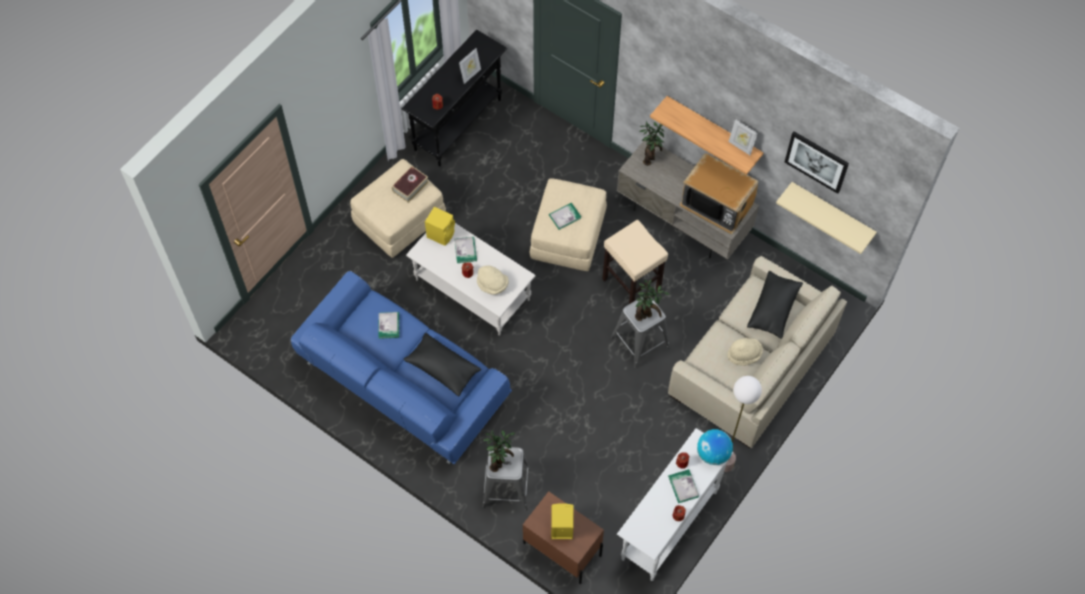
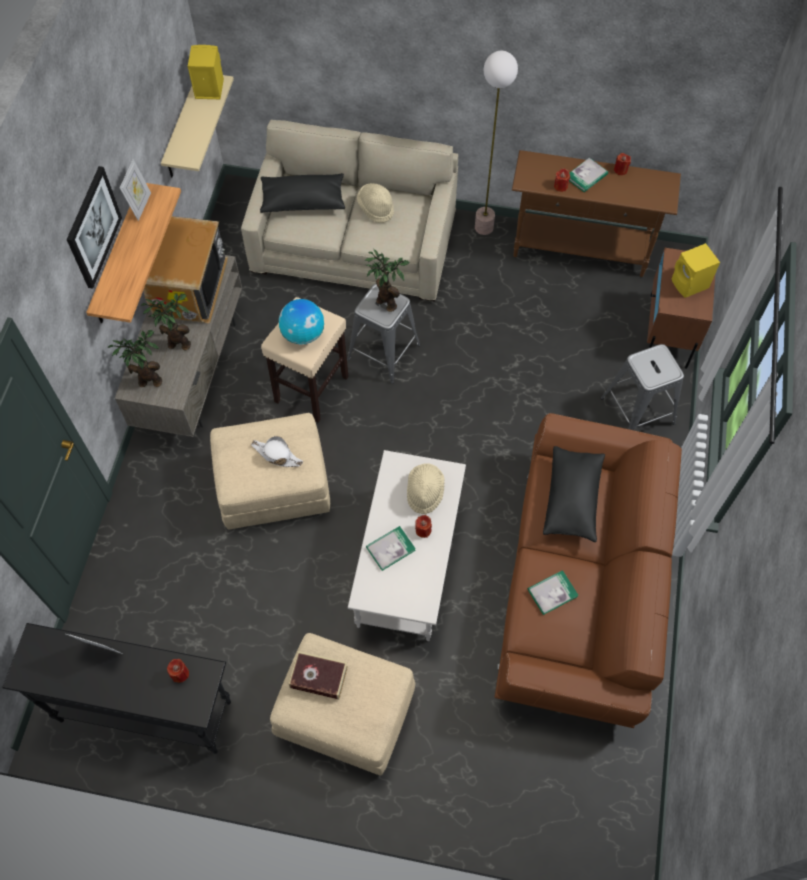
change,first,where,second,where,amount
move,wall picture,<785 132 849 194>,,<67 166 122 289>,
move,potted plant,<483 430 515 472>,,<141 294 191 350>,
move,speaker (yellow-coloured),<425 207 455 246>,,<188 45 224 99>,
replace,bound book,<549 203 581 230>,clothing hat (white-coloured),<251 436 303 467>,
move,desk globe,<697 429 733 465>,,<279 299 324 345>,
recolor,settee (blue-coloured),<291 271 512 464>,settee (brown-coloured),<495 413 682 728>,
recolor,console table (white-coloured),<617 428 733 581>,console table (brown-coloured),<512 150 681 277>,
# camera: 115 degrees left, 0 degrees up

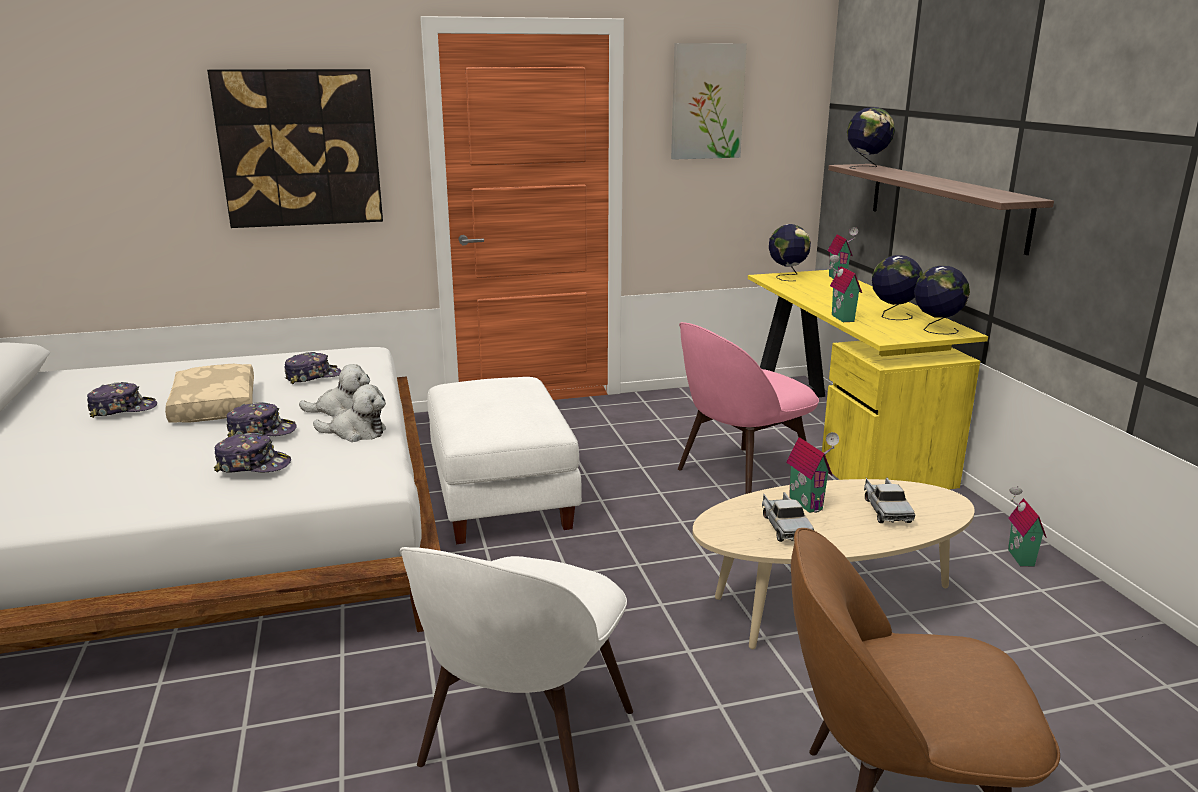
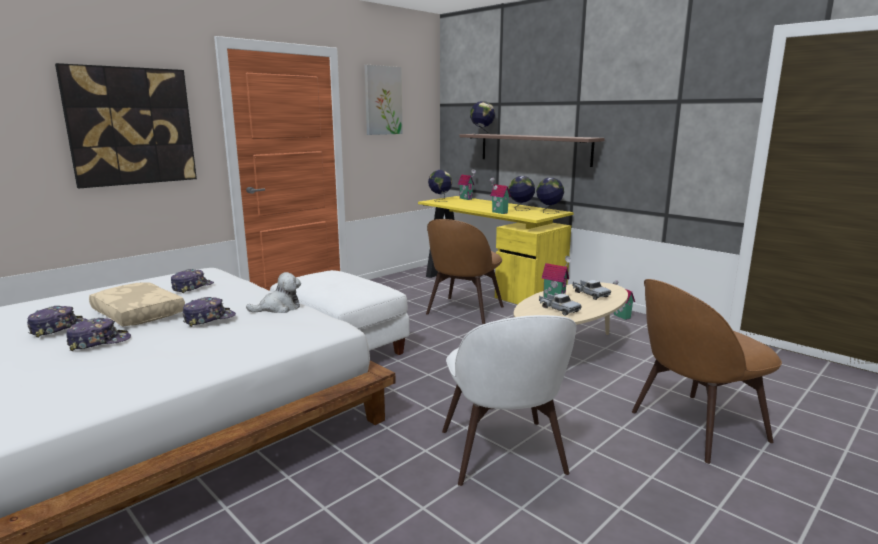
change,first,where,second,where,amount
move,cap,<214 433 291 473>,,<66 318 131 351>,
recolor,plain chair (pinkish),<678 322 819 494>,plain chair (brown-coloured),<426 219 504 324>,
delete,soft toy,<299 364 370 417>,,,
# camera: 30 degrees left, 5 degrees down

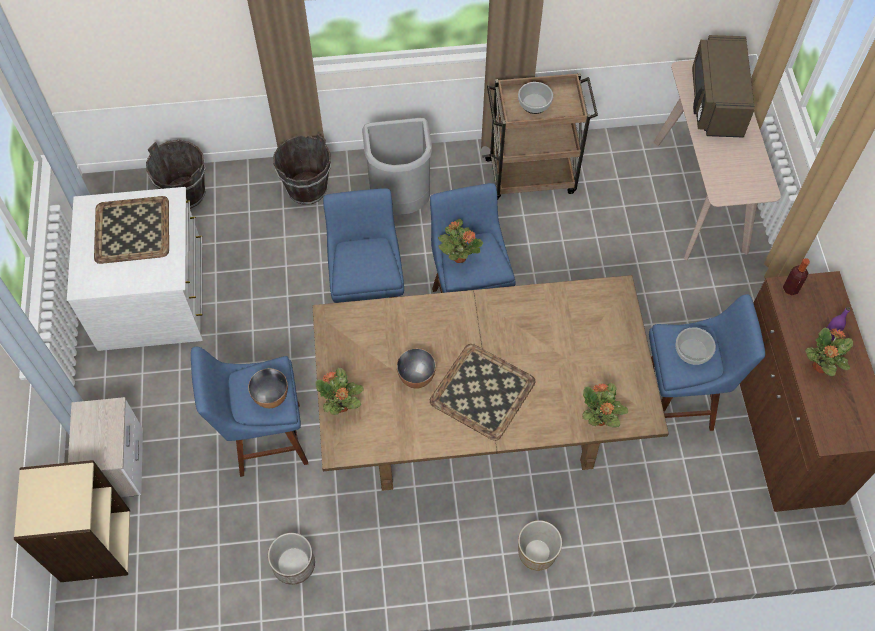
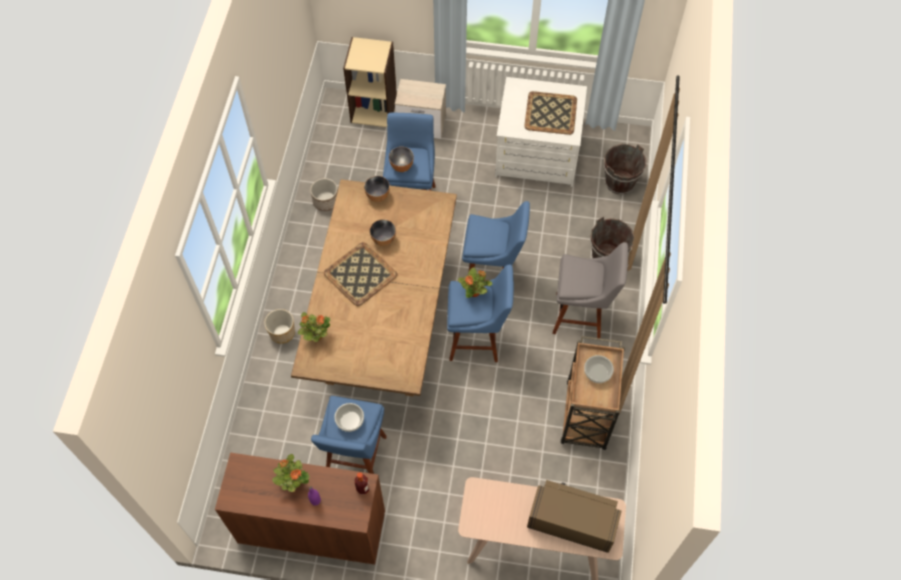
change,first,where,second,where,amount
replace,potted plant,<315 368 364 415>,deep dish,<364 176 390 202>,
replace,trash can (gray),<362 118 432 215>,stool seat (gray),<553 242 628 338>,
# camera: 105 degrees right, 0 degrees up

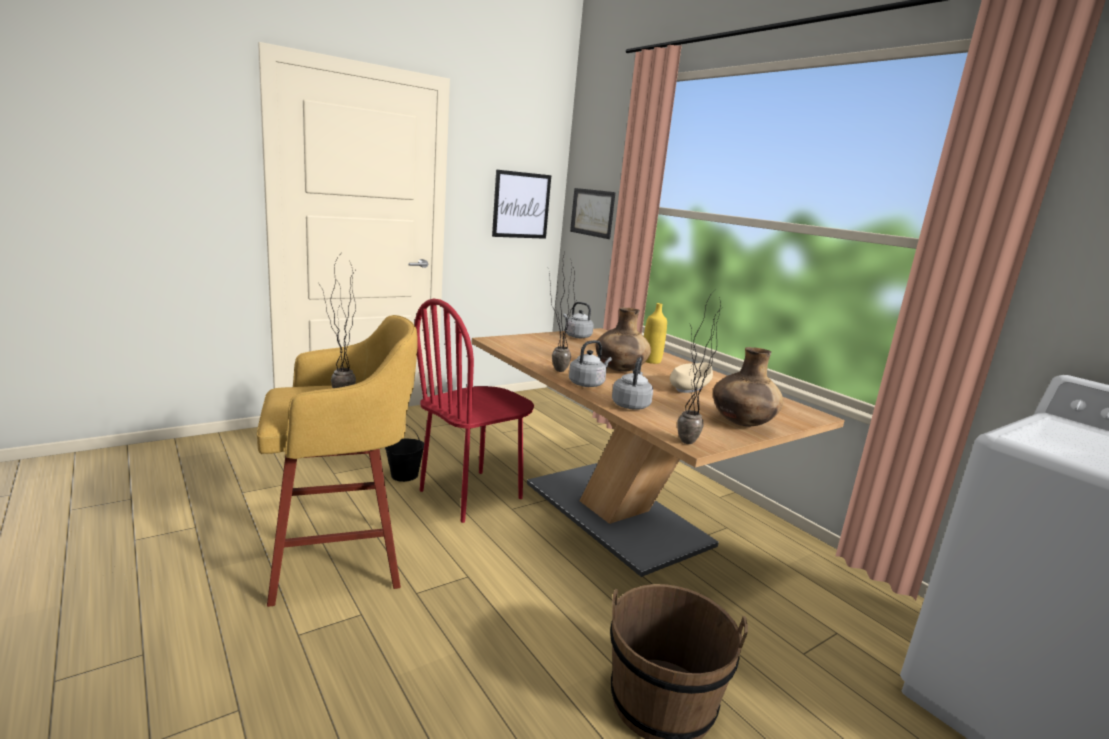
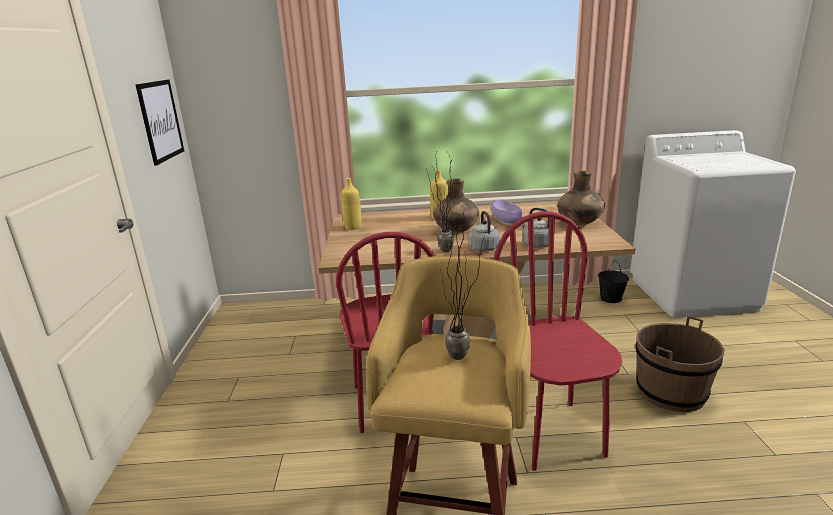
change,first,where,second,where,amount
replace,tea kettle (gray),<563 302 594 338>,beverage bottle (yellow-coloured),<341 178 362 230>,
recolor,deep dish (beige),<670 362 713 393>,deep dish (purple),<491 199 523 225>,
insert,,,plain chair (reddish),<494 211 622 471>,
move,water bucket (black-coloured),<385 424 424 482>,,<598 260 629 303>,
delete,wall picture,<570 188 615 239>,,,
delete,potted plant,<678 290 720 444>,,,
# camera: 55 degrees left, 5 degrees up

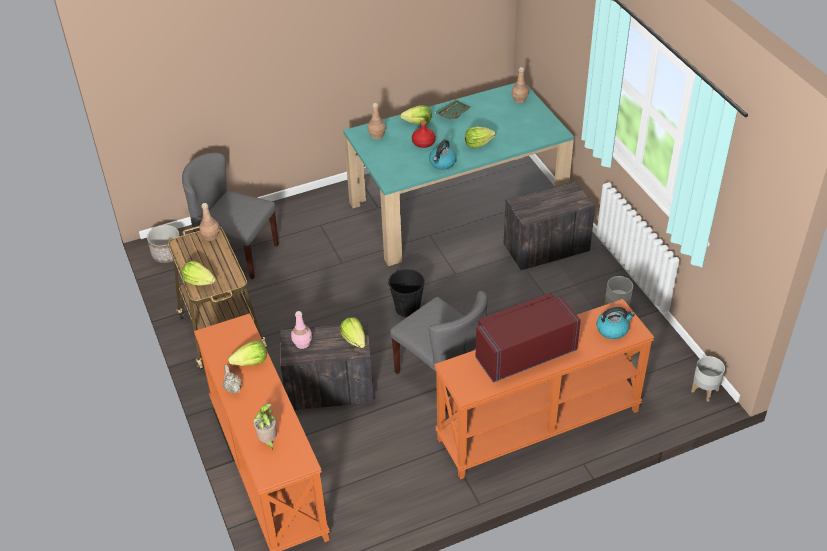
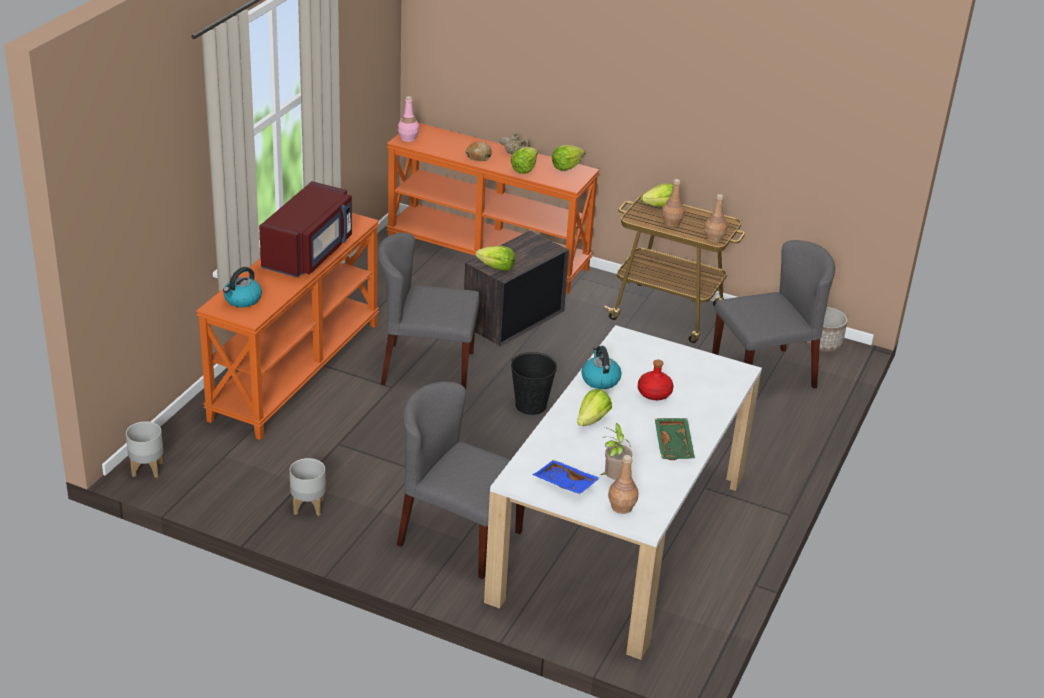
change,first,where,second,where,amount
replace,shipping crate,<504 181 595 270>,plain chair (gray),<397 381 525 579>,
move,beverage bottle (pinkish),<291 311 312 349>,,<398 96 419 142>,
insert,,,baked bread,<466 142 492 161>,
recolor,kitchen table (blue-green),<343 83 574 266>,kitchen table (white-coloured),<484 325 762 660>,
insert,,,tray (blue-coloured),<533 460 600 494>,
move,head of lettuce,<400 106 432 124>,,<552 145 585 171>,
move,potted plant,<253 404 277 451>,,<601 423 632 480>,
move,beverage bottle (brown-coloured),<368 103 386 139>,,<662 179 685 227>,
# camera: 135 degrees right, 10 degrees down

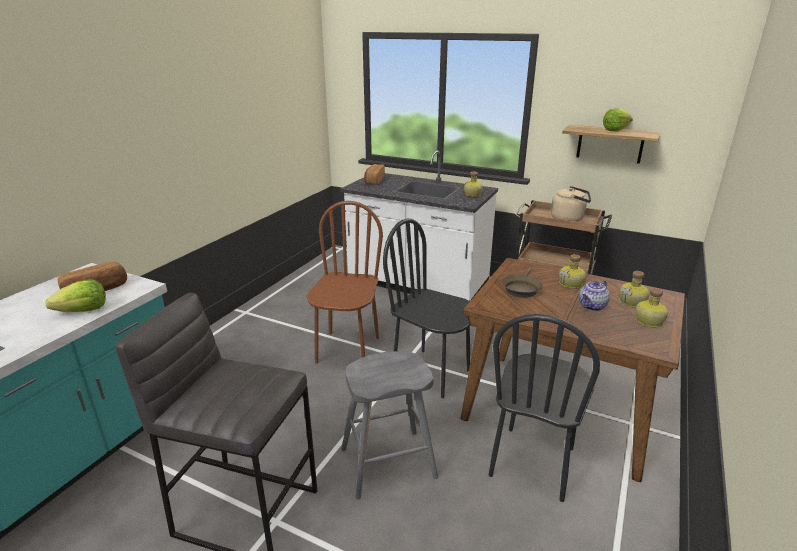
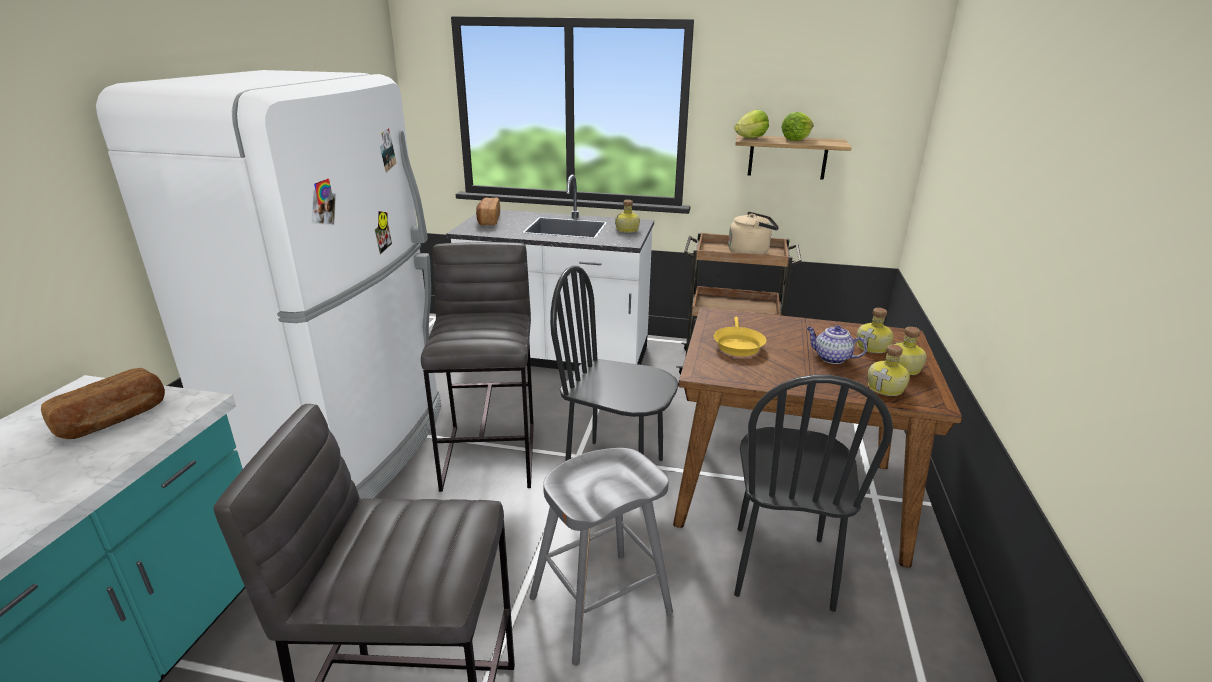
change,first,where,second,where,amount
insert,,,kitchen fridge (white-coloured),<96 70 441 499>,
replace,plain chair (brown-coloured),<307 201 383 364>,stool seat (gray),<421 242 534 492>,
recolor,skillet (brown-coloured),<502 267 543 298>,skillet (yellow-coloured),<714 317 766 356>,
move,head of lettuce,<45 280 106 312>,,<734 110 769 138>,
rotate,pot for tea,<579 280 610 311>,,<807 325 867 364>,90 degrees clockwise
move,beverage bottle,<559 254 586 289>,,<868 344 910 396>,
# camera: 15 degrees left, 0 degrees up

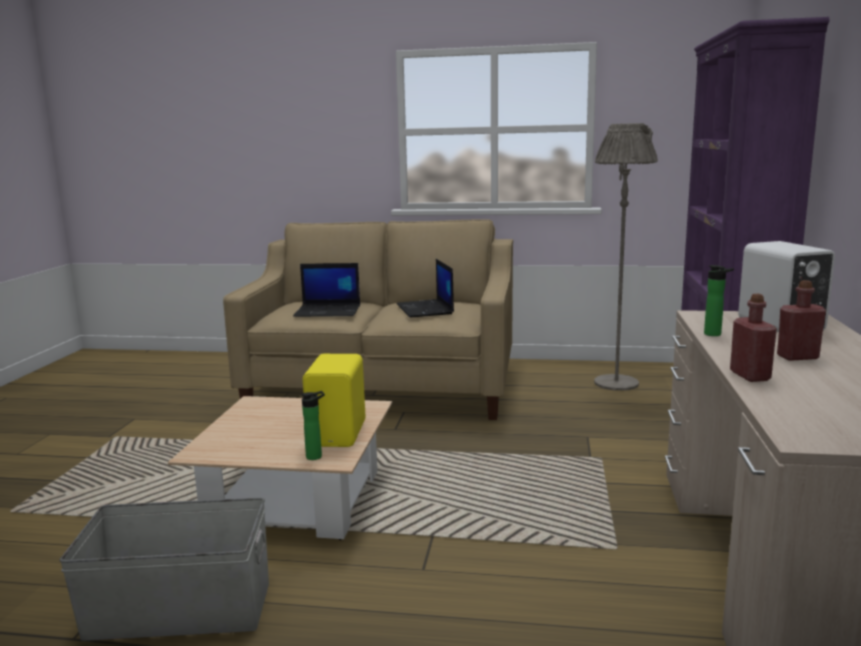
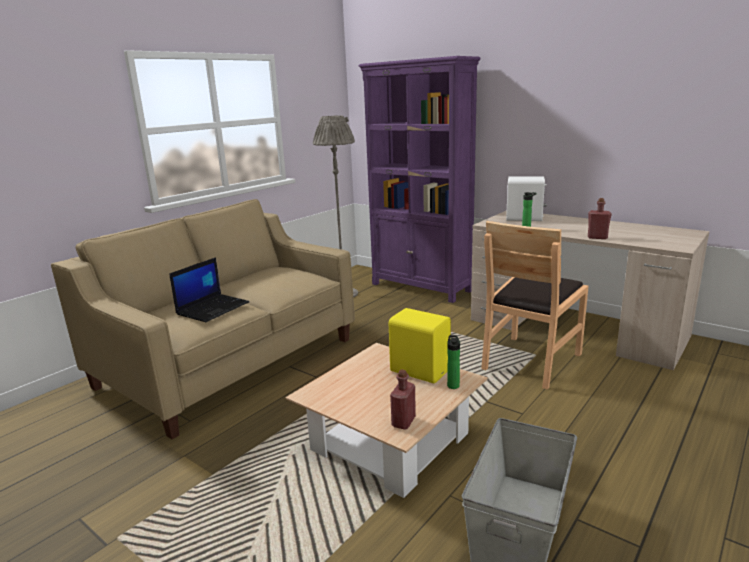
change,first,where,second,where,amount
move,beverage bottle (reddish),<777 280 826 361>,,<390 369 416 430>,
insert,,,plain chair (brown-coloured),<481 221 589 390>,
delete,portable computer,<397 259 454 317>,,,
# camera: 60 degrees left, 5 degrees up

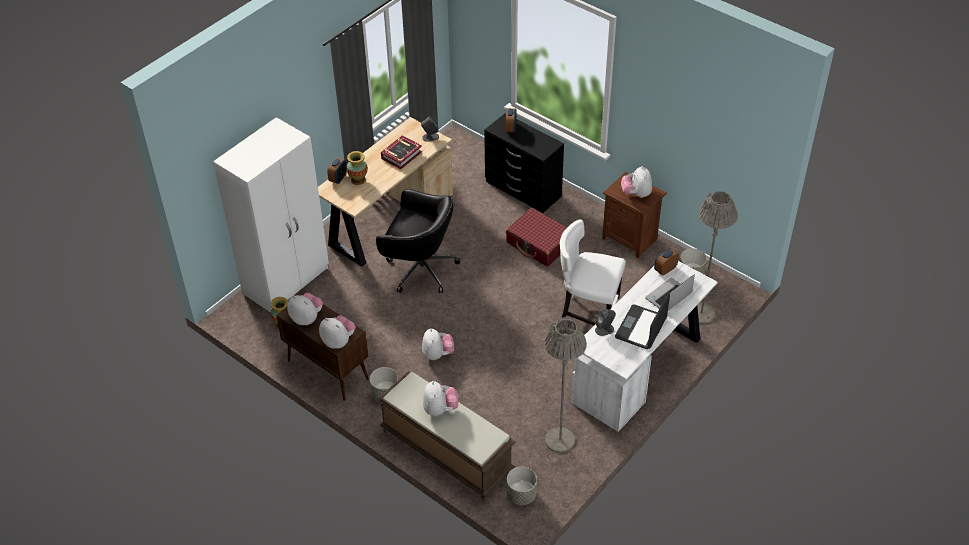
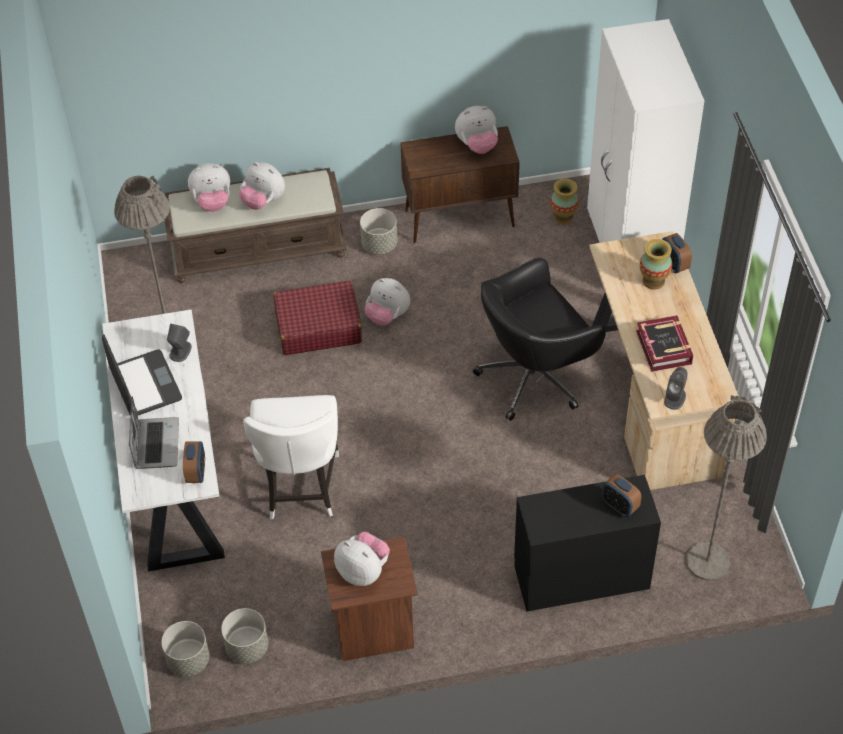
change,first,where,second,where,amount
move,flower pot (gray),<507 466 537 505>,,<161 621 210 677>,
move,soft toy,<319 315 356 349>,,<188 163 230 212>,
rotate,plain chair (white-coloured),<560 220 626 325>,,<243 395 339 520>,120 degrees clockwise
move,suitcase (reddish),<506 208 567 266>,,<273 280 362 355>,
move,standing lamp (gray),<697 191 738 324>,,<686 395 767 581>,
# camera: 130 degrees right, 5 degrees up

